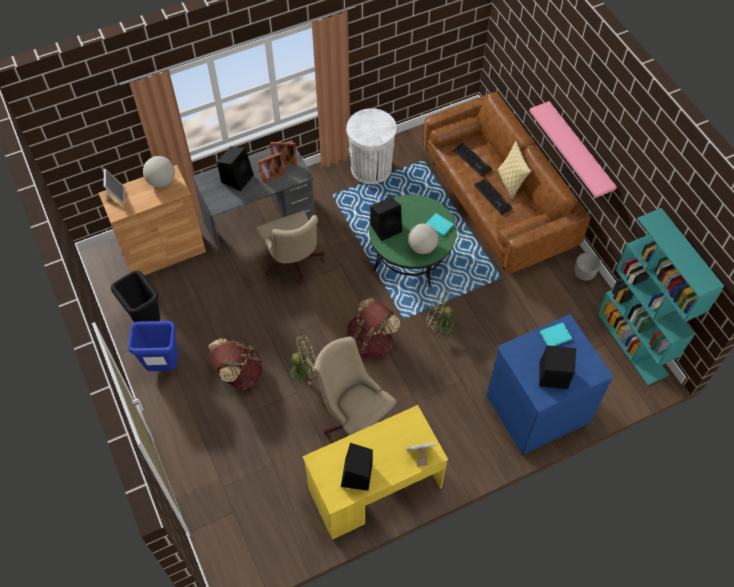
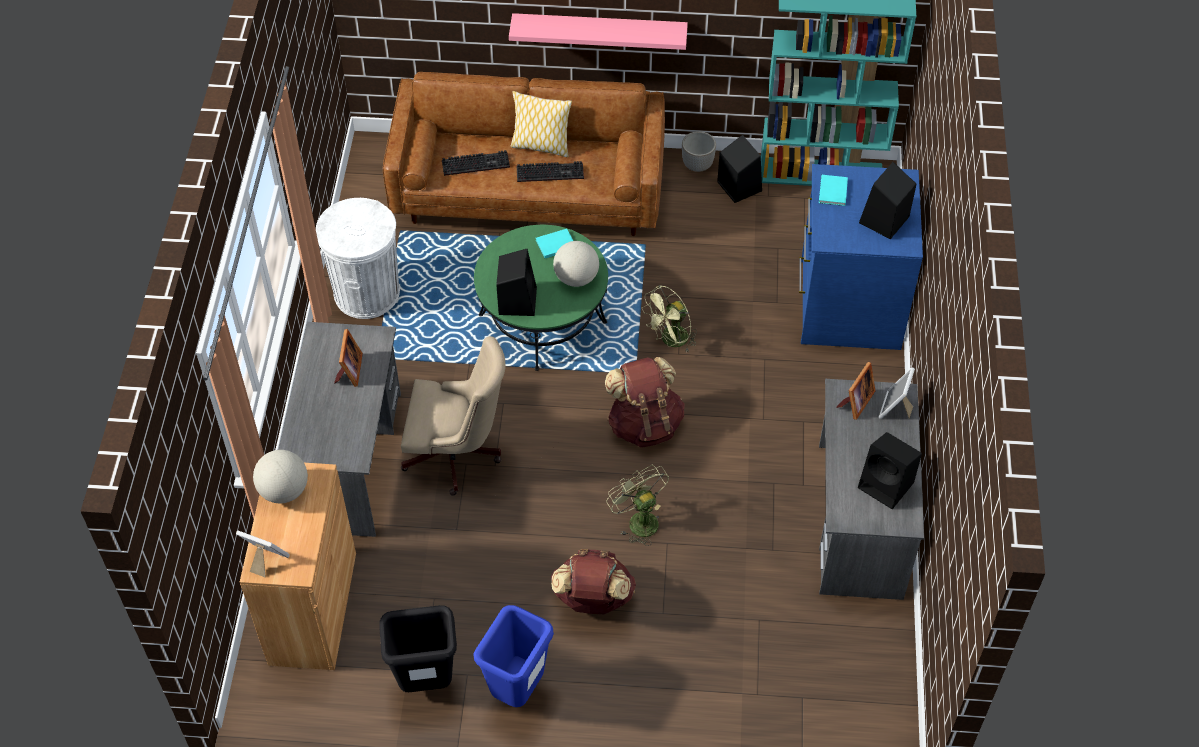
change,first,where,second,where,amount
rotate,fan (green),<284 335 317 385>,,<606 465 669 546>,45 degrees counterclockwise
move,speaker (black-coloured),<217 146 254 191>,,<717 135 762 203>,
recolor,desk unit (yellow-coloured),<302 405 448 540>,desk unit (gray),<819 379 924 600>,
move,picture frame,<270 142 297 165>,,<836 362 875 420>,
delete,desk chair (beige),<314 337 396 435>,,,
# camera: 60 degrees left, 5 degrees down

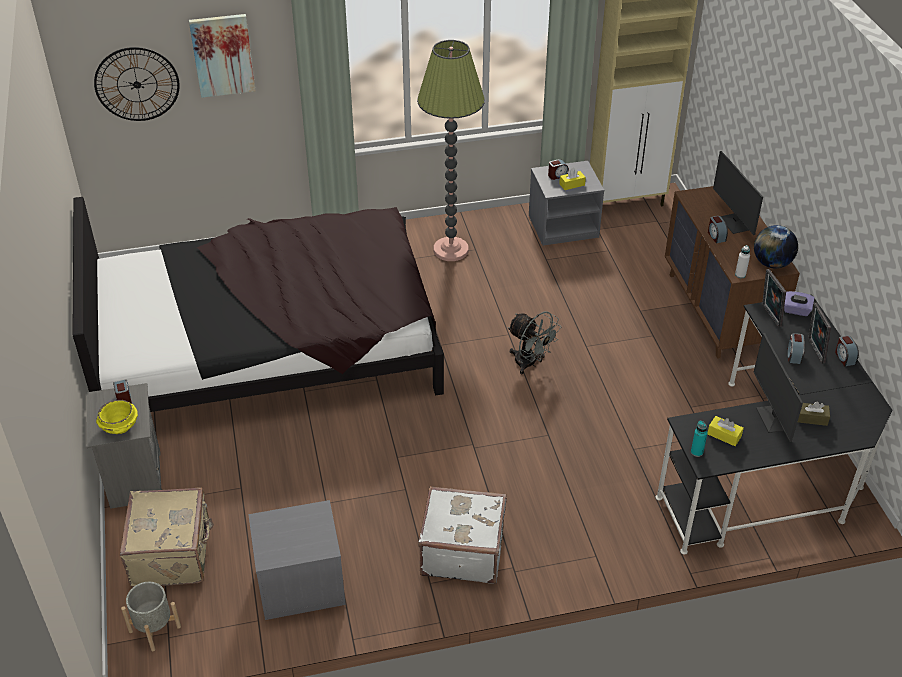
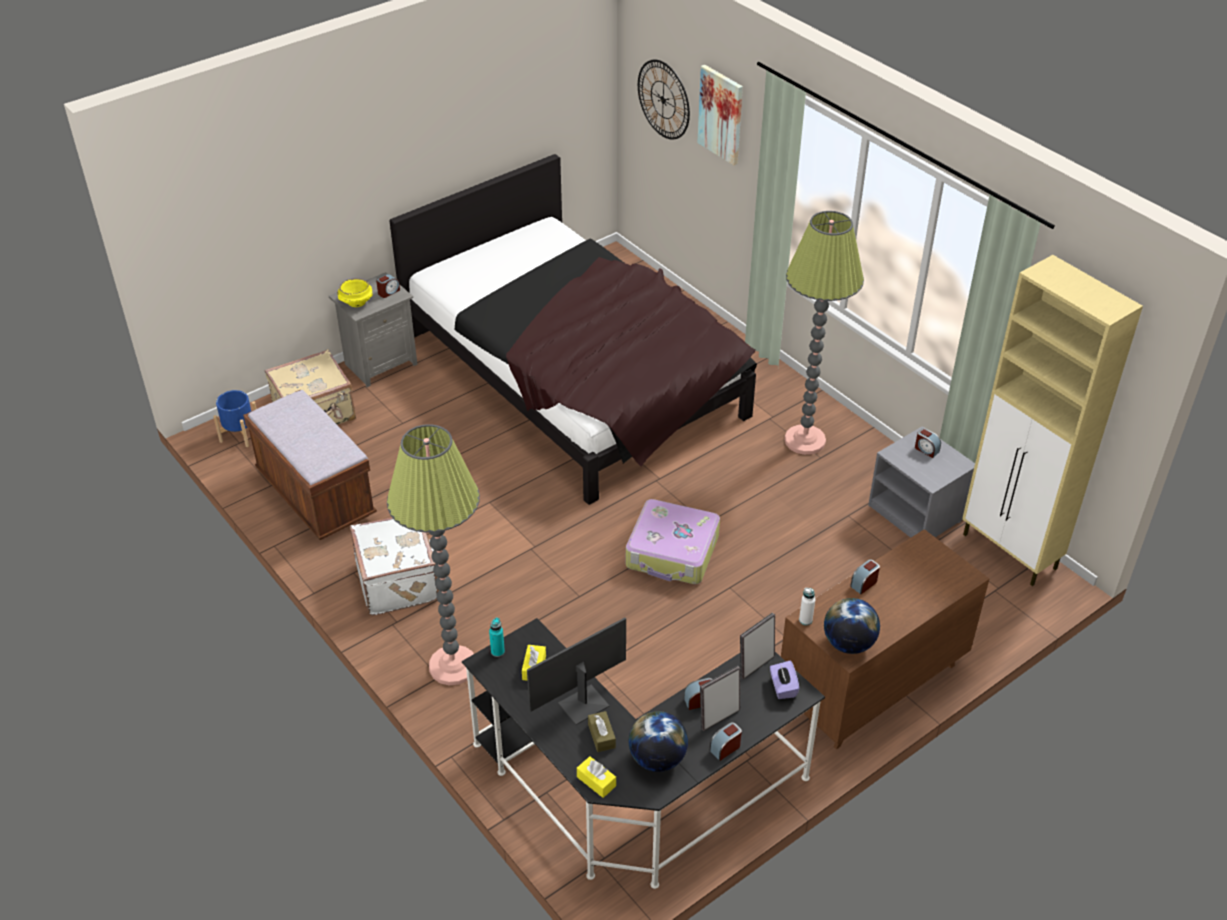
change,first,where,second,where,amount
recolor,flower pot (gray),<121 582 181 651>,flower pot (blue-coloured),<213 390 257 447>,
replace,nightstand (gray),<248 500 346 620>,bench (brown-coloured),<243 390 377 540>,
insert,,,standing lamp,<387 424 480 685>,
move,tissue holder (yellow-coloured),<559 168 586 190>,,<577 756 616 798>,
replace,fan (gray),<508 312 560 374>,suitcase,<626 499 720 584>,
insert,,,desk globe,<629 711 688 772>,
delete,computer display,<713 151 763 235>,,,
# camera: 65 degrees right, 0 degrees up

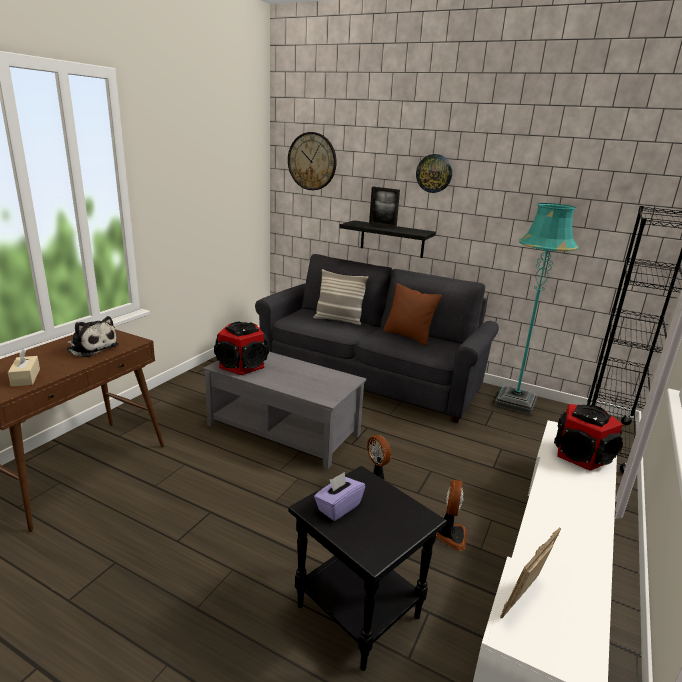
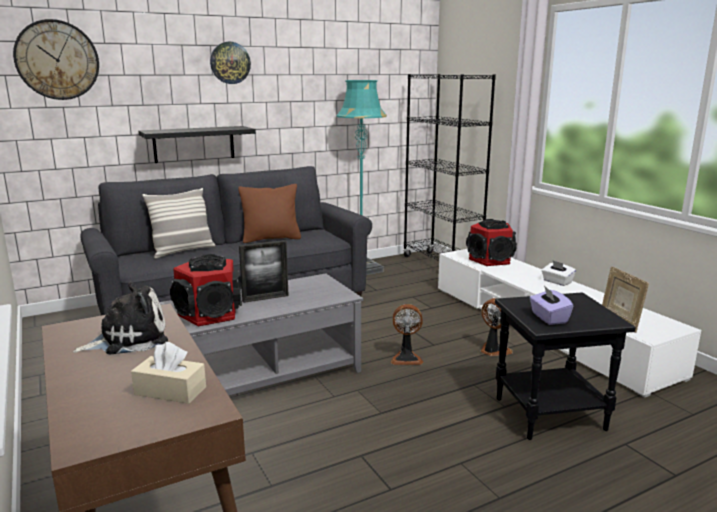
change,first,where,second,where,amount
move,picture frame,<369 187 400 229>,,<239 240 289 303>,
insert,,,tissue holder (white-coloured),<542 261 576 286>,
# camera: 55 degrees left, 5 degrees down

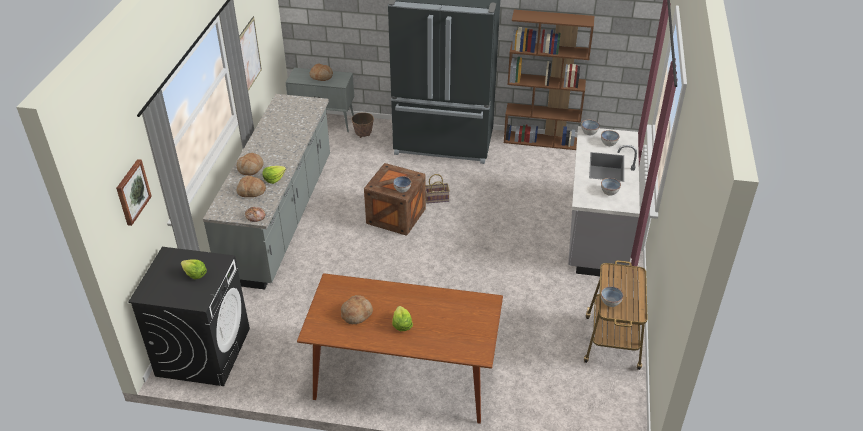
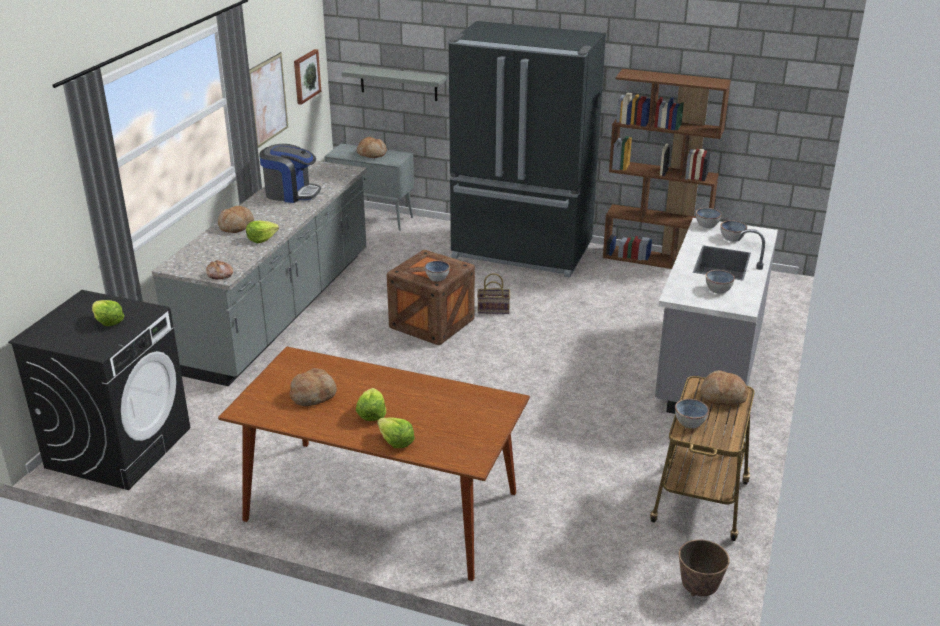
change,first,where,second,where,amount
insert,,,coffee maker,<259 144 321 203>,
move,wall picture,<116 159 152 226>,,<294 49 321 105>,
insert,,,wall shelf (gray),<342 66 446 101>,
insert,,,head of lettuce,<377 417 415 448>,
move,flower pot,<351 112 374 138>,,<679 539 730 597>,
move,baked bread,<237 176 266 197>,,<700 370 748 406>,
# camera: 10 degrees right, 10 degrees down

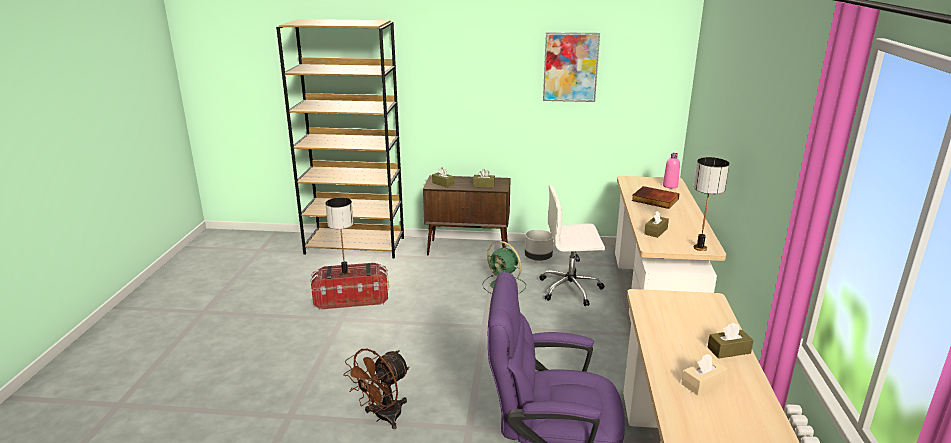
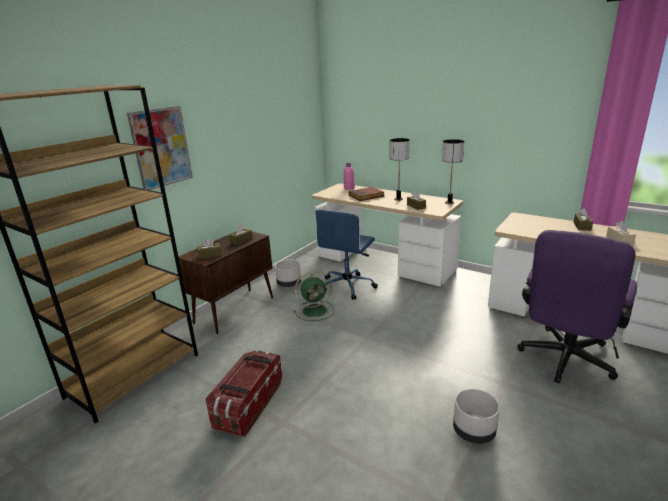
change,first,where,second,where,amount
move,wall picture,<543 32 600 102>,,<127 106 193 190>,
recolor,desk chair (white-coloured),<539 185 605 306>,desk chair (blue-coloured),<315 210 378 300>,
move,tabletop lamp,<325 197 353 276>,,<390 138 410 201>,
replace,fan (brown-coloured),<344 349 410 429>,flower pot (gray),<453 389 500 444>,
# camera: 60 degrees left, 0 degrees up

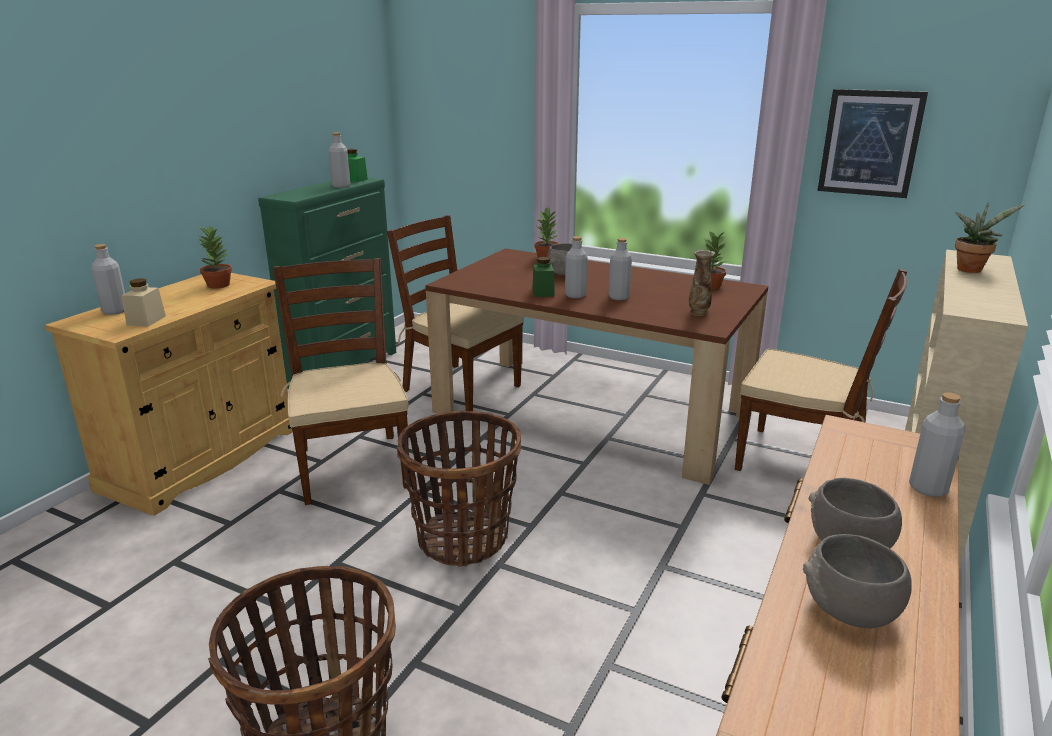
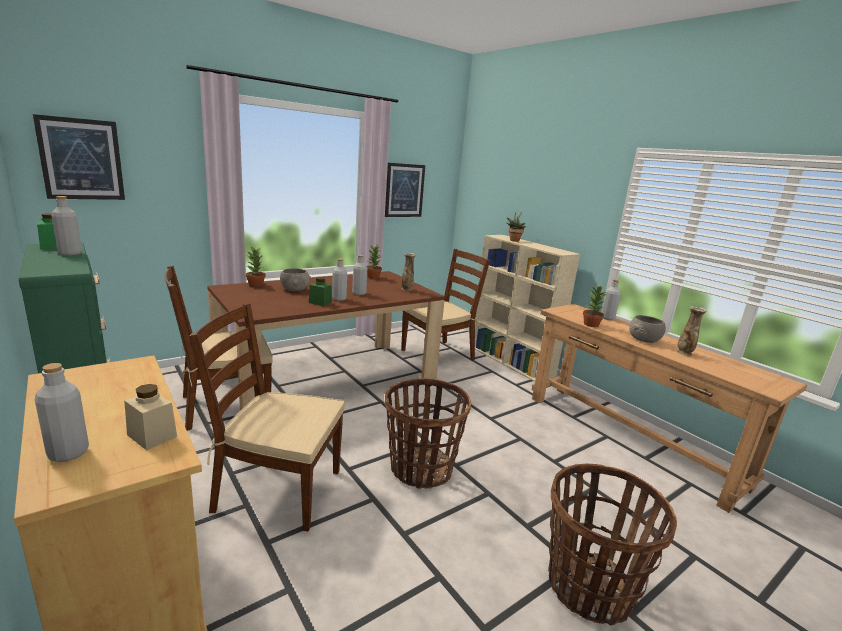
change,first,where,second,where,amount
insert,,,wall picture,<33 114 125 200>,
move,potted plant,<197 225 232 289>,,<583 286 607 327>,
replace,deep dish (gray),<803 534 912 628>,flower vase,<677 306 707 356>,
# camera: 65 degrees left, 5 degrees down

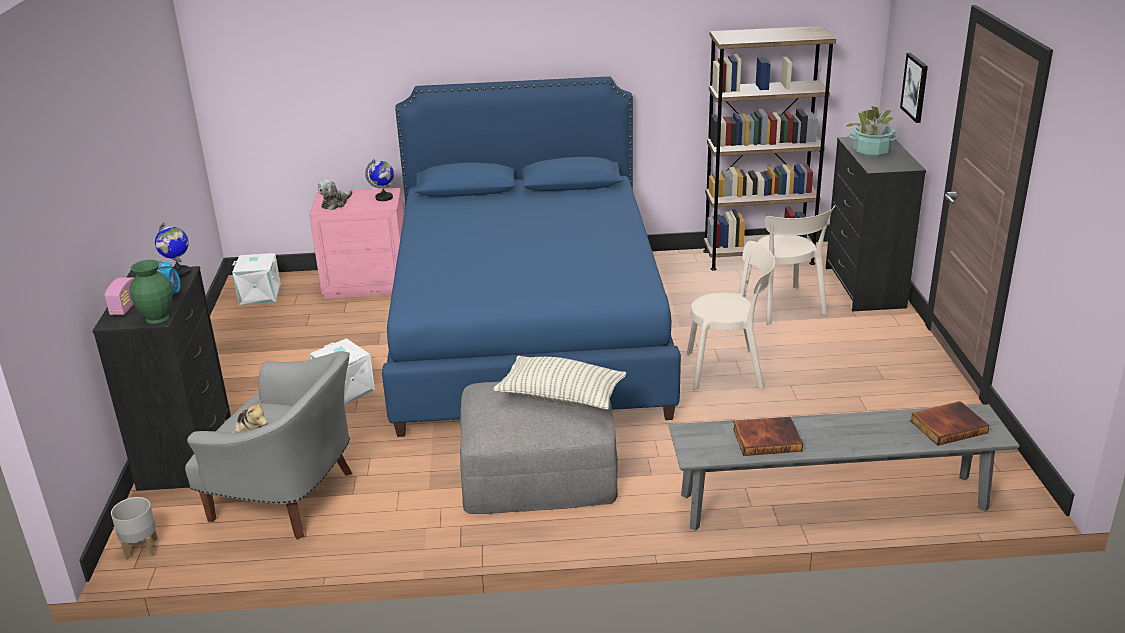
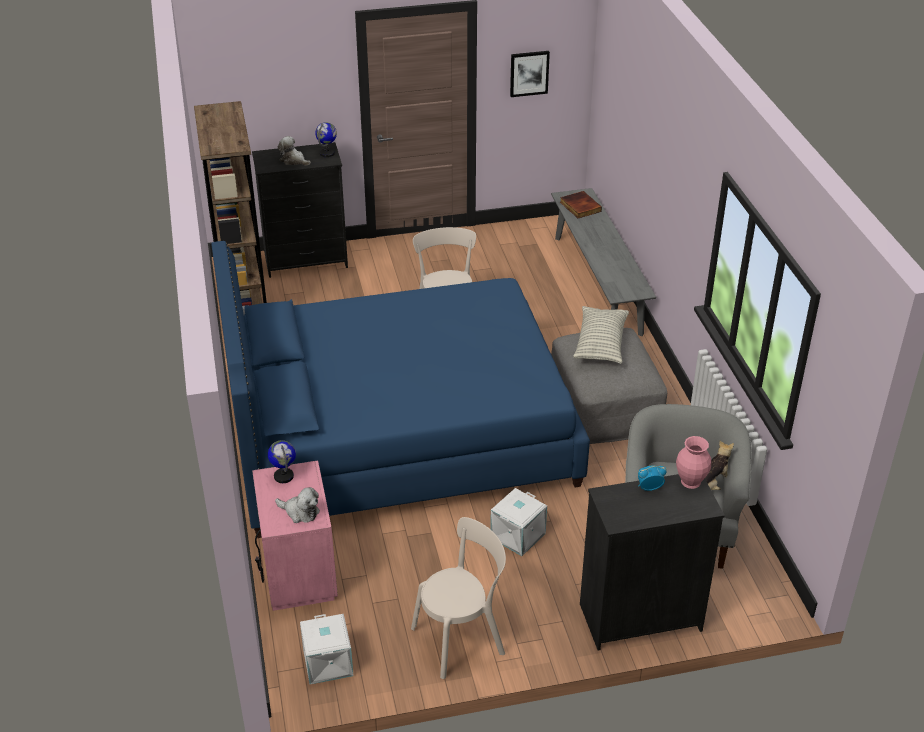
change,first,where,second,where,amount
replace,potted plant,<845 106 899 157>,soft toy,<278 136 311 166>,
move,desk globe,<155 222 191 278>,,<315 122 337 157>,
move,plain chair (beige),<745 205 836 325>,,<411 517 506 679>,
move,wall picture,<900 53 928 123>,,<510 51 550 97>,
recolor,flower vase (green),<130 260 173 324>,flower vase (pinkish),<676 436 711 489>,
delete,radio receiver,<105 277 134 315>,,,
delete,flower pot (gray),<111 497 158 560>,,,
delete,bound book,<733 417 803 456>,,,
# camera: 100 degrees left, 10 degrees up

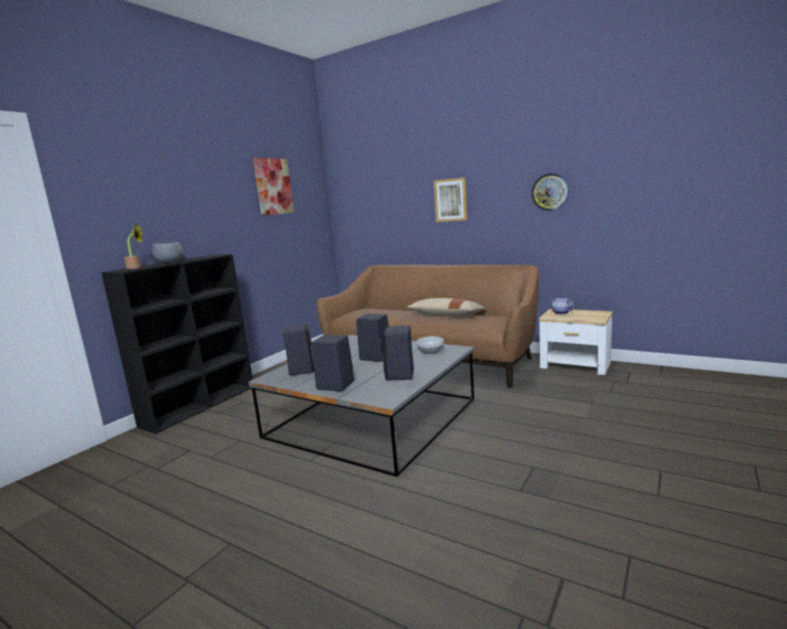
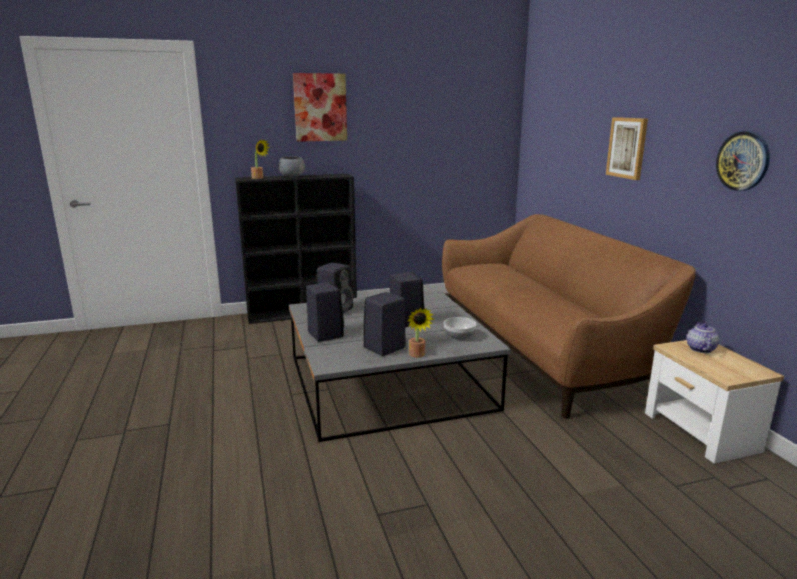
change,first,where,second,where,amount
move,wall picture,<253 158 294 216>,,<293 73 347 142>,
insert,,,potted plant,<408 308 435 358>,
delete,cushion (beige),<407 298 486 316>,,,
# camera: 40 degrees right, 5 degrees up

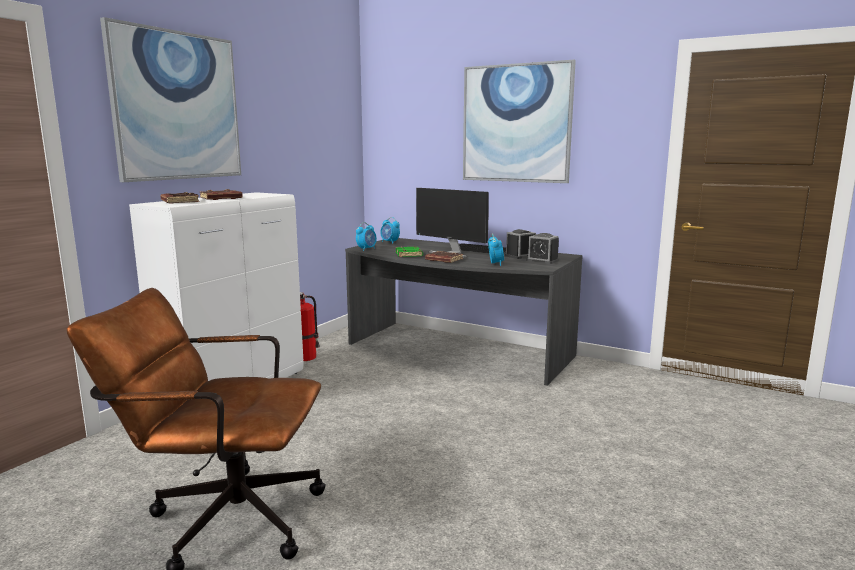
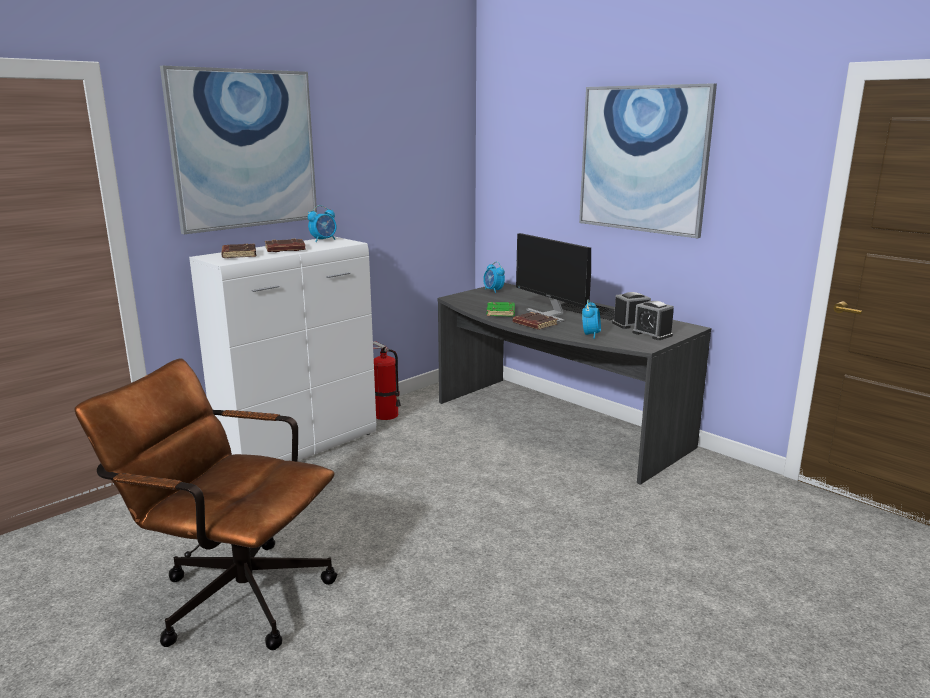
change,first,where,second,where,amount
move,table clock,<356 222 377 251>,,<308 205 336 242>,
# camera: 15 degrees right, 5 degrees up

